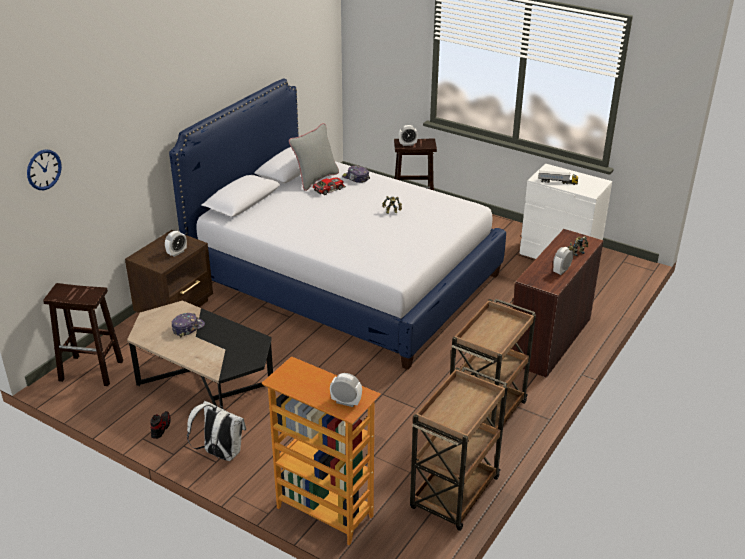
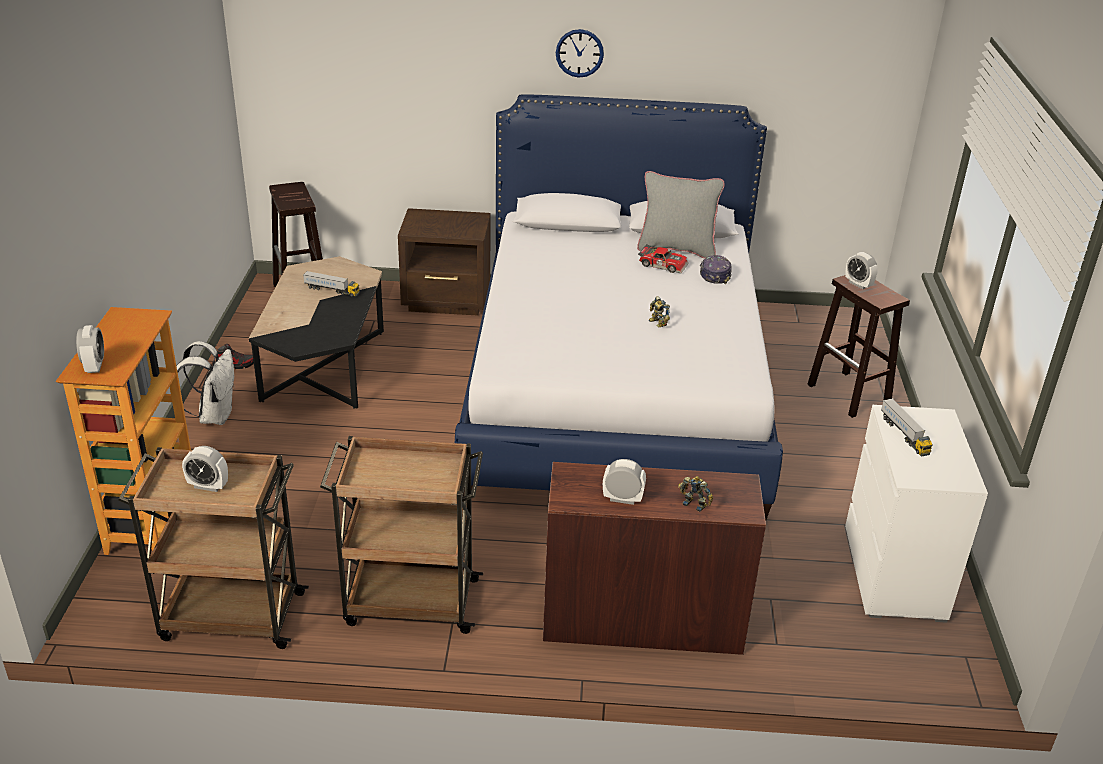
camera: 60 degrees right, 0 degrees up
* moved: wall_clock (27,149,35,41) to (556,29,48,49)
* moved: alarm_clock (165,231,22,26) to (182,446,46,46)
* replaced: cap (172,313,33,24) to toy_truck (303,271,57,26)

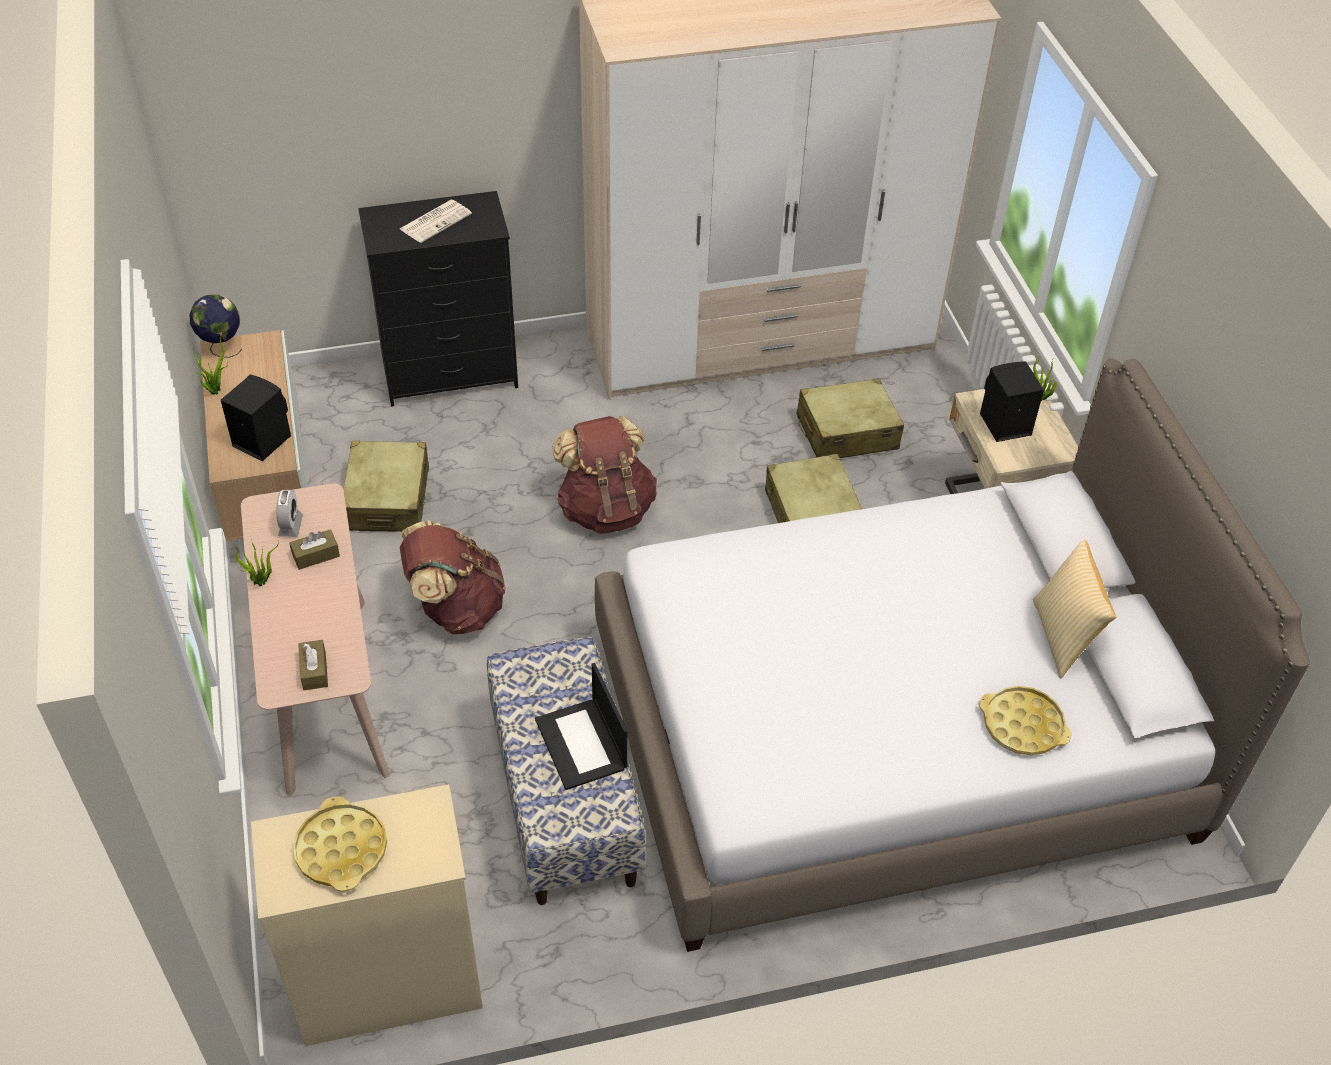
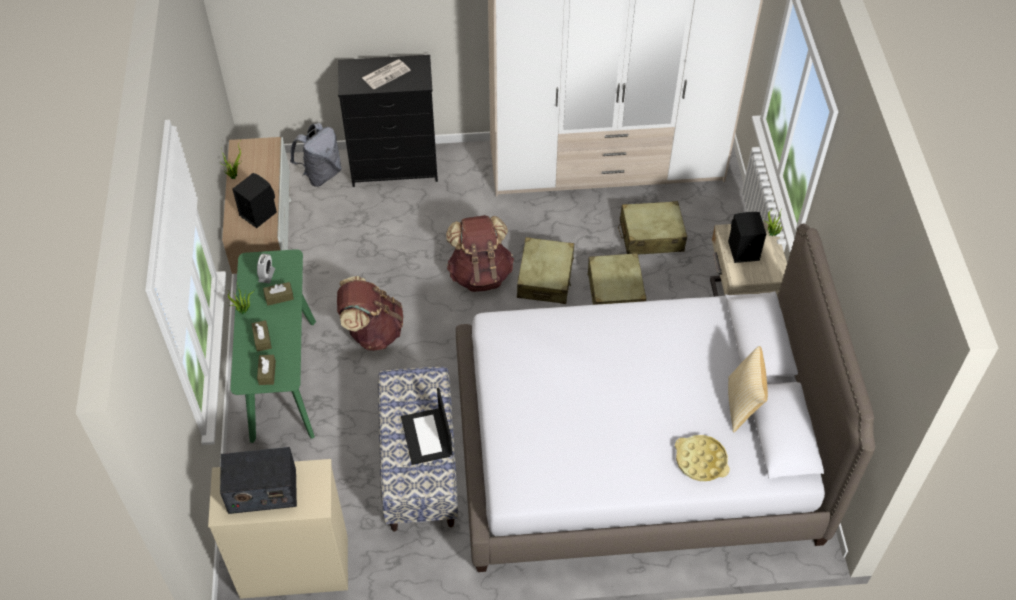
camera: 10 degrees right, 5 degrees up
* removed: globe (189,294,53,64)
* added: brown_tissue_box (251,320,21,32)
* added: grey_backpack (290,123,52,64)
* moved: beige_suitcase (343,441,86,91) to (517,237,57,67)
* replaced: yellow_tray (293,796,94,96) to radio (220,447,77,67)
* recoloured: beige_console_table (241,483,149,313) to green_console_table (230,249,86,194)

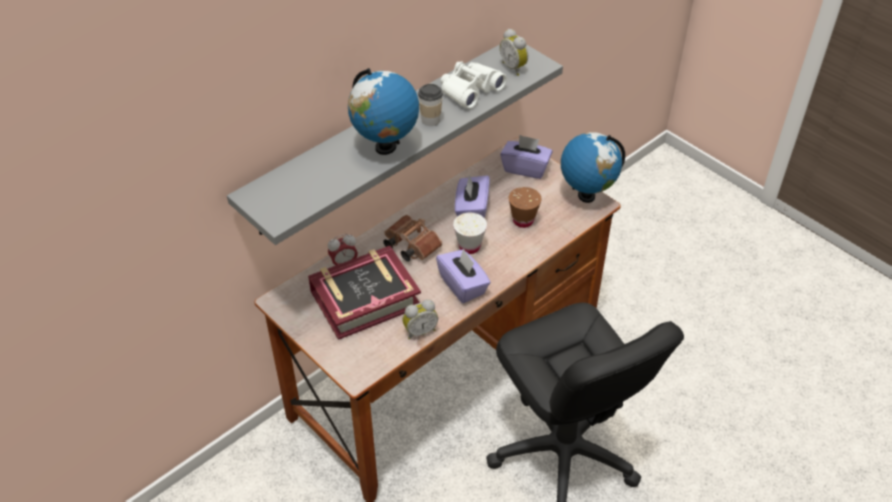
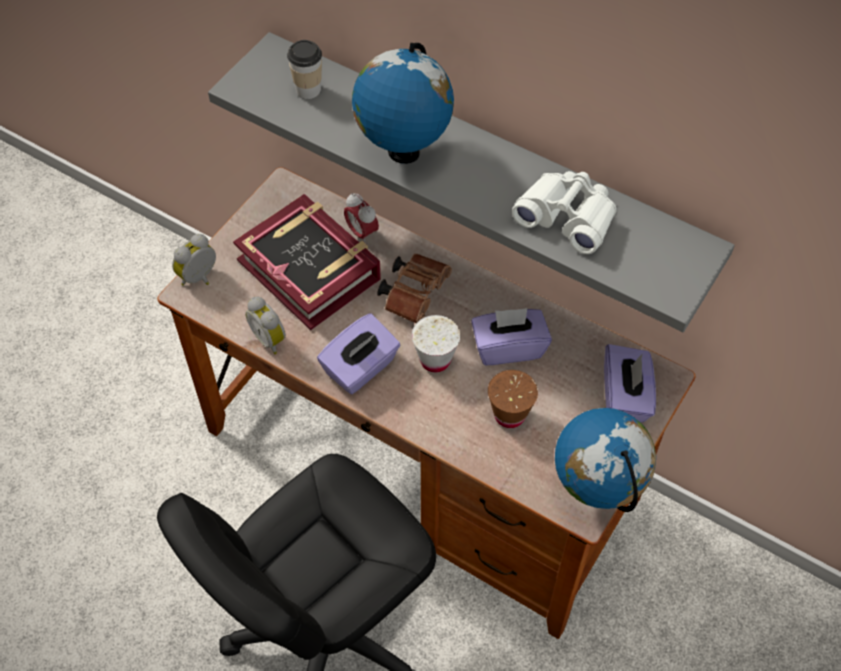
camera: 75 degrees right, 10 degrees up
* moved: cup (418,84,25,42) to (287,40,35,59)
* moved: alarm_clock (500,29,28,47) to (172,234,44,52)

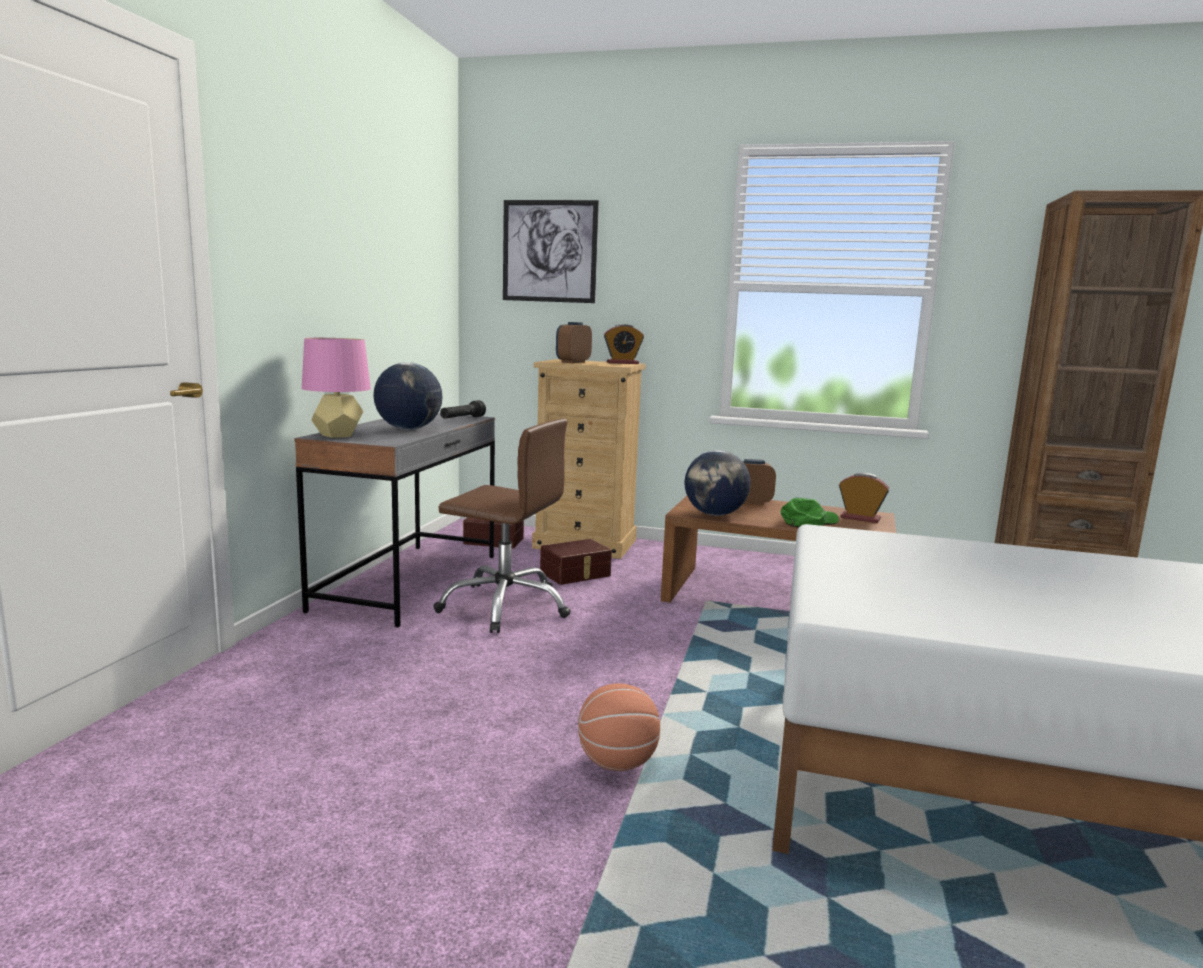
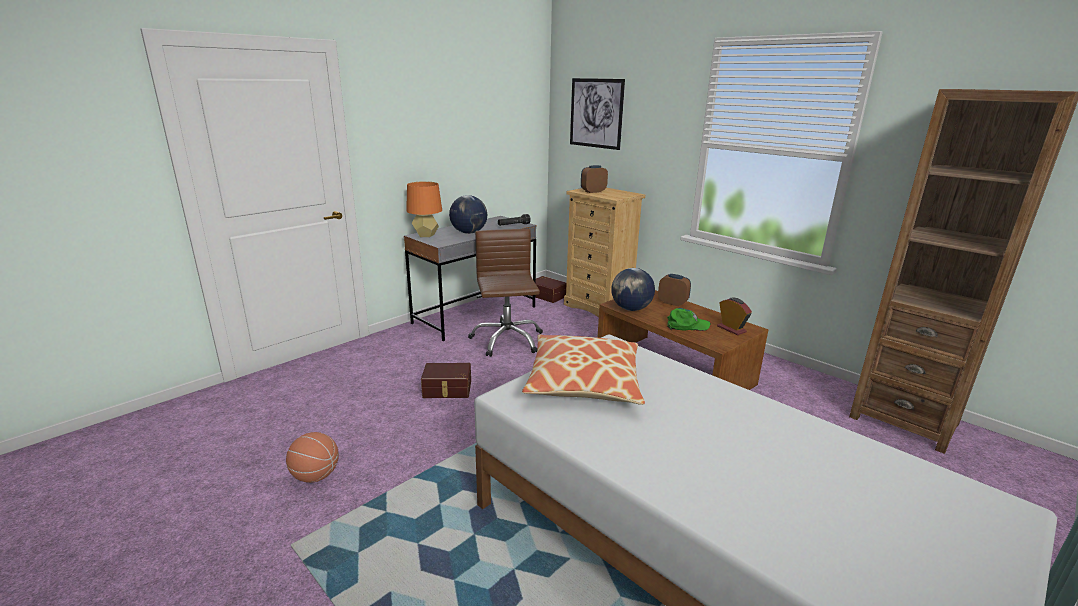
camera: 30 degrees right, 10 degrees up
* removed: alarm_clock (604,324,40,40)
* added: pillow (522,335,123,70)
* moved: brown_storage_box (540,539,72,46) to (421,363,50,35)
* moved: basketball (578,683,82,88) to (286,432,53,51)
* recoloured: pink_table_lamp (302,338,69,100) to orange_table_lamp (406,181,36,56)
* turned: brown_office_chair (434,419,137,214) = (468,229,75,128) 150 degrees counterclockwise

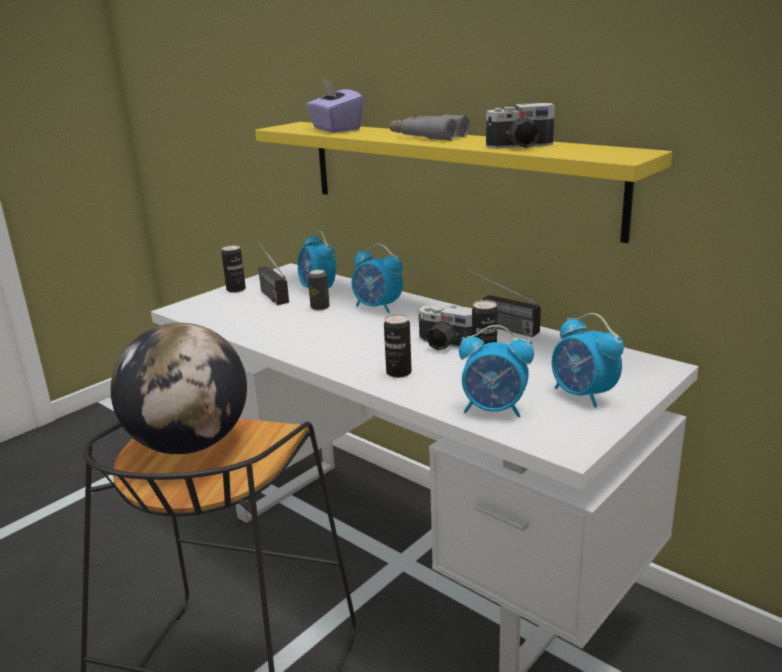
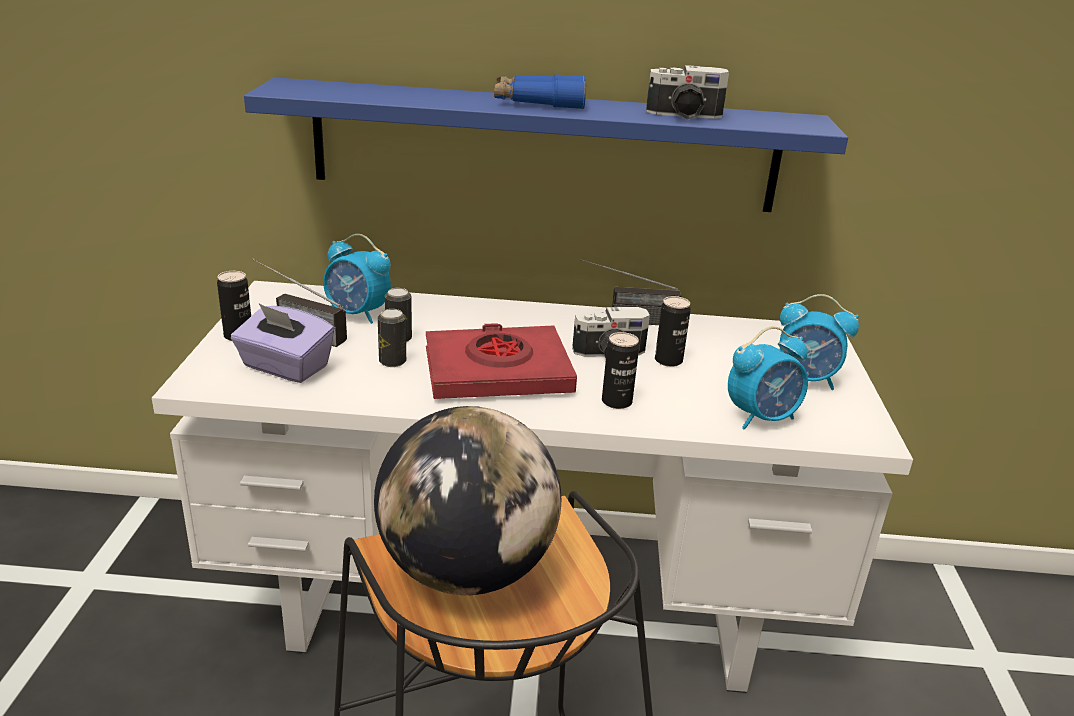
camera: 40 degrees left, 5 degrees up
* removed: alarm_clock (352,244,51,69)
* added: can (378,309,28,58)
* added: red_book (426,323,151,76)
* moved: purple_tissue_box (306,79,58,54) to (231,304,104,79)
* recoloured: yellow_shelf (255,122,418,121) to blue_shelf (244,77,604,135)
* recoloured: grey_binoculars (390,114,80,27) to blue_binoculars (494,74,92,35)
* turned: photo_camera (486,103,69,46) = (646,65,83,55) 45 degrees clockwise

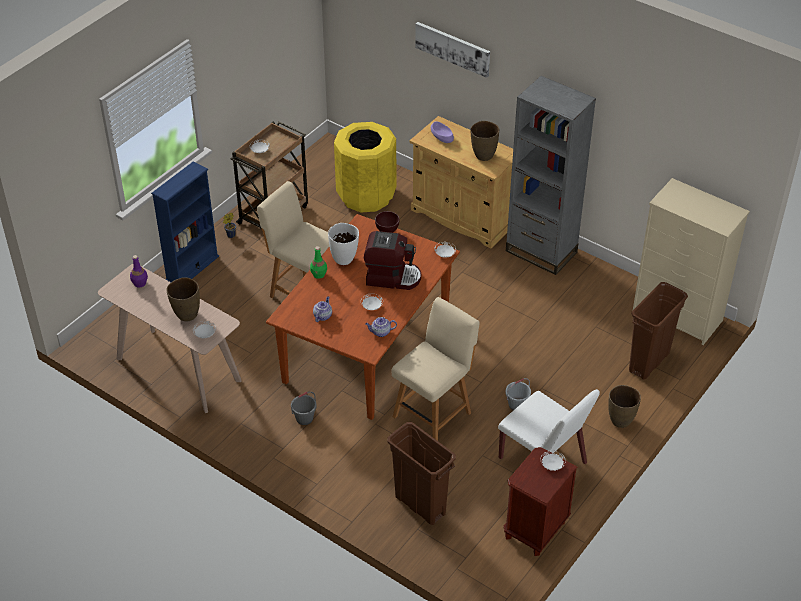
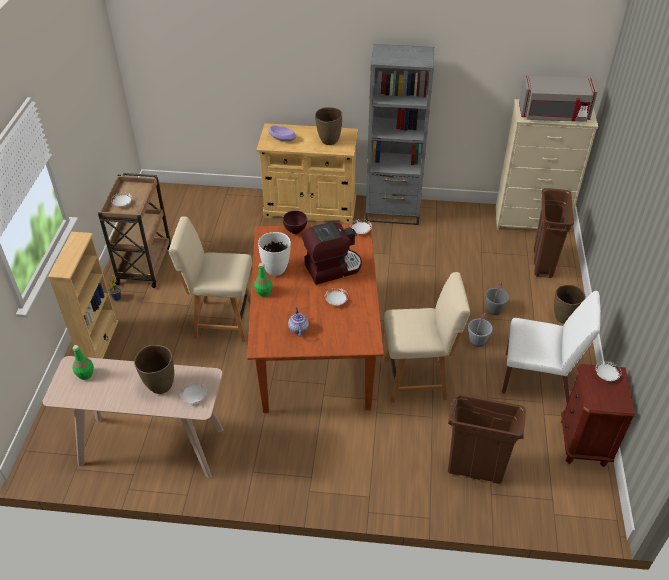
camera: 30 degrees left, 0 degrees up
* removed: yellow_trash_can (334,122,62,91)
* removed: teapot (365,317,32,20)
* removed: picture (415,22,75,56)
* added: grey_microwave (519,76,78,46)
* moved: grey_bucket (291,392,26,33) to (485,282,24,33)
* recoloured: purple_bottle (130,255,18,33) to green_bottle (72,345,22,35)
* recoloured: blue_bookcase (151,162,68,120) to beige_bookcase (48,232,70,127)
* turned: beige_chair (392,297,87,144) = (384,272,86,131) 75 degrees clockwise

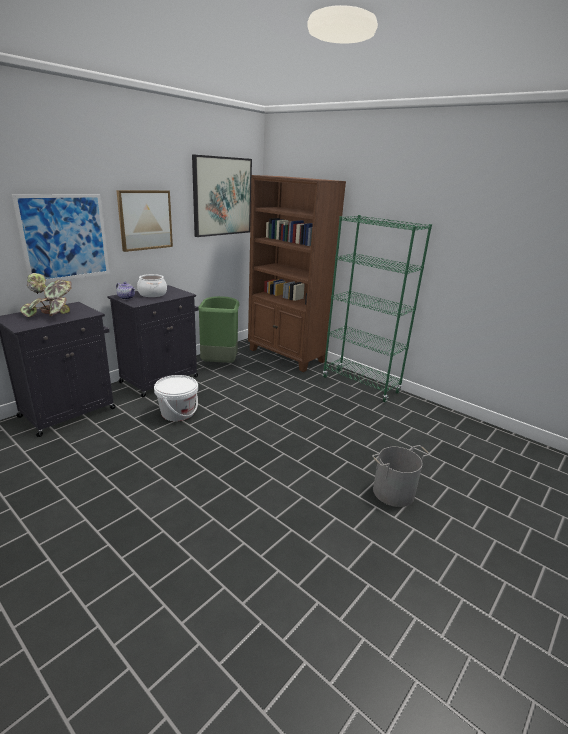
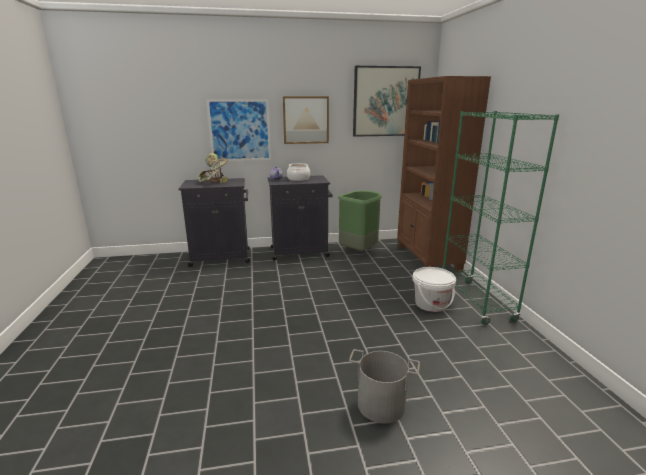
camera: 40 degrees right, 5 degrees down
* moved: white_bucket (154,375,44,46) to (412,267,44,45)

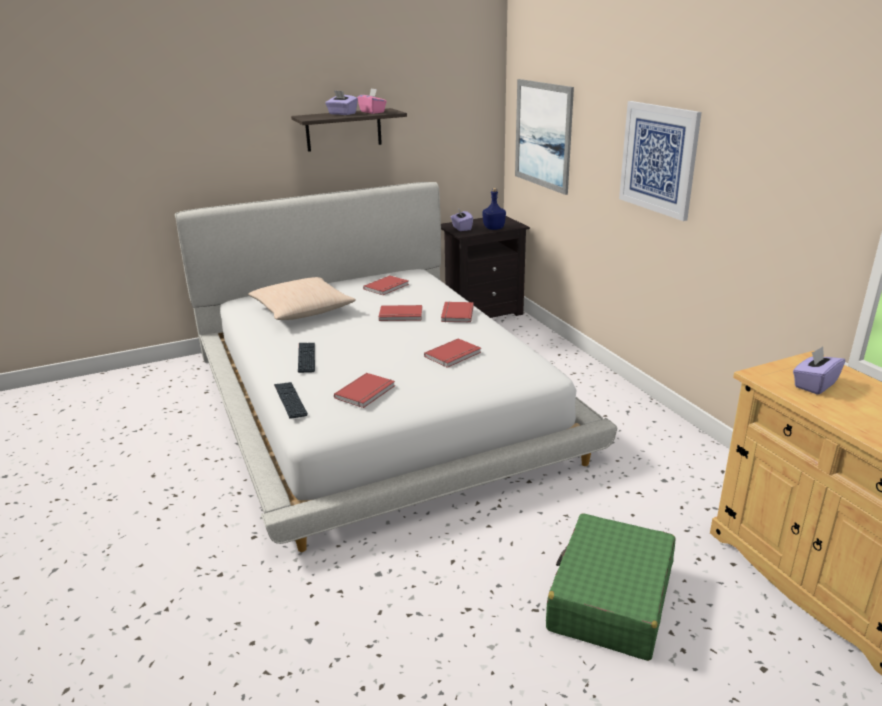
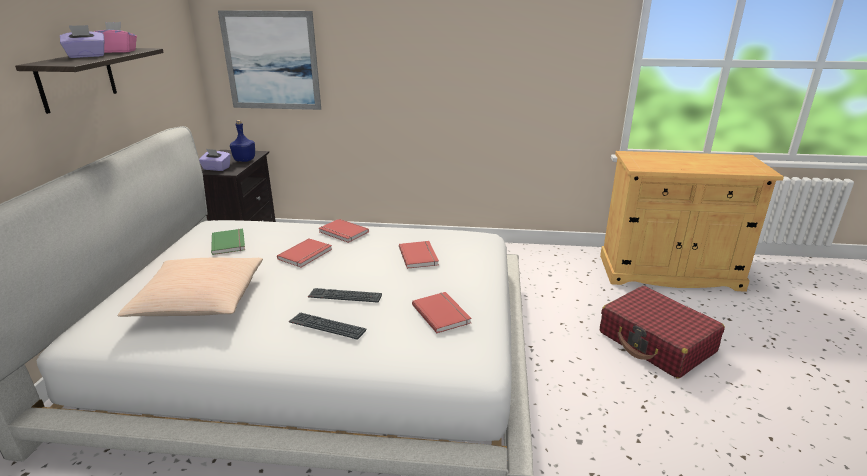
camera: 60 degrees left, 0 degrees up
* removed: picture (619,101,83,120)
* removed: purple_tissue_box (793,346,52,49)
* moved: keyboard (274,382,34,37) to (308,288,74,15)
* recoloured: red_book (363,275,46,20) to green_book (211,229,34,26)
* recoloured: green_suitcase (546,513,130,148) to red_suitcase (600,286,125,93)

